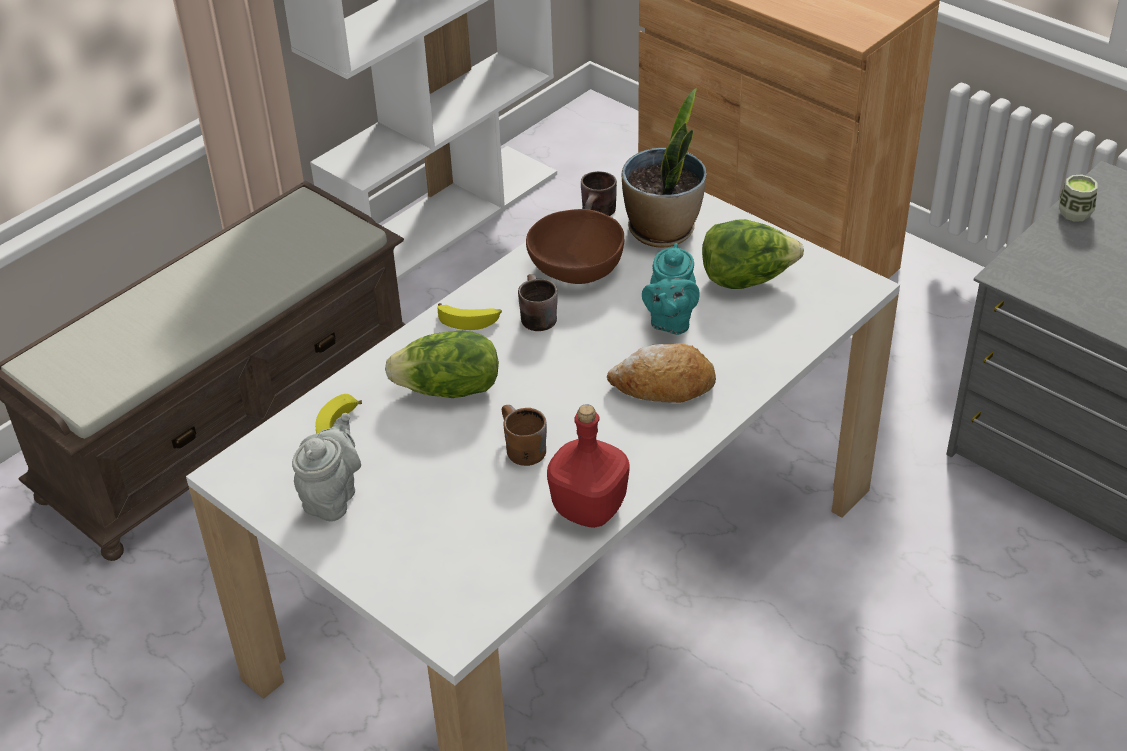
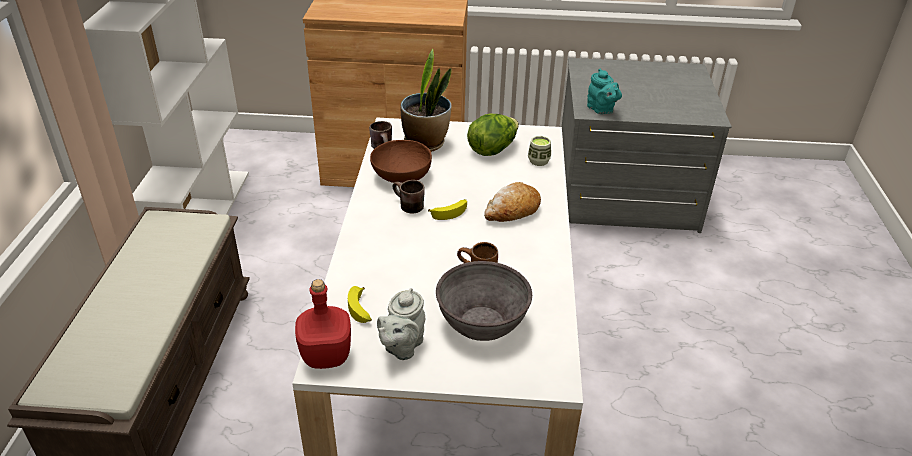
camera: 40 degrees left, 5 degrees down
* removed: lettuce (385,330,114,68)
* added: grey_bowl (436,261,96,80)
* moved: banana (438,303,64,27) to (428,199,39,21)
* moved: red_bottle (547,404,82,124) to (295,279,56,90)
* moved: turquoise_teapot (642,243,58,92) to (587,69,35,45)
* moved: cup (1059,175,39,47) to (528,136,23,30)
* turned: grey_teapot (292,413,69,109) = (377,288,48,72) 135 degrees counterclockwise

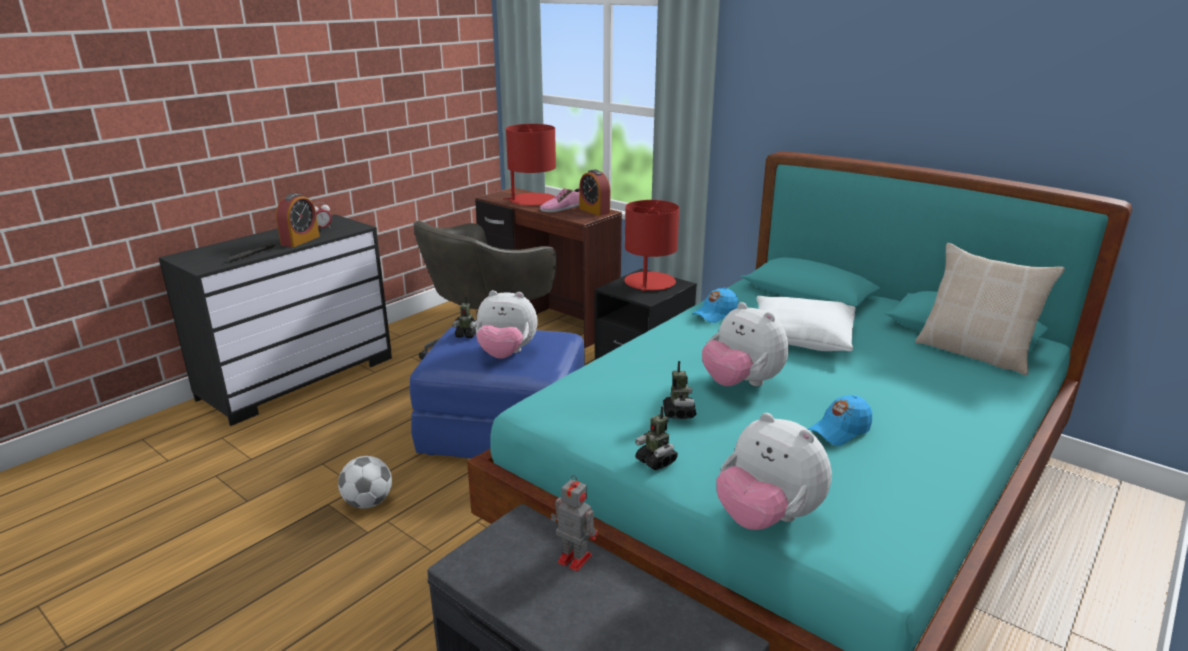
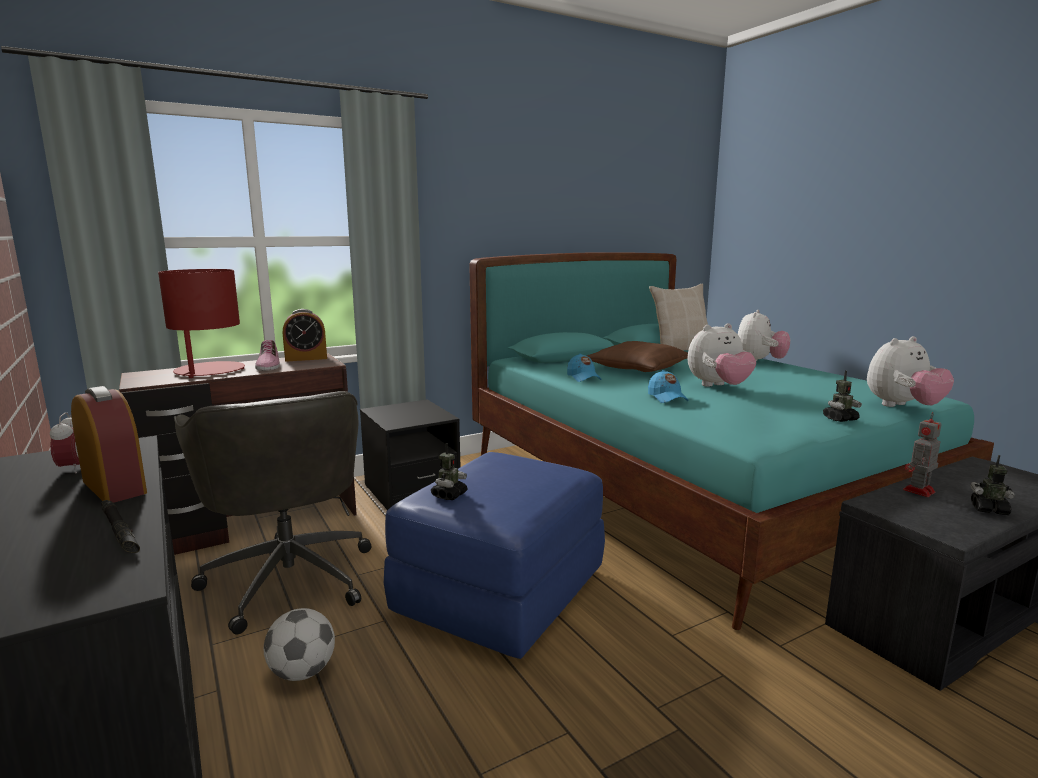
camera: 70 degrees left, 10 degrees down
* removed: red_table_lamp (624,200,55,92)
* moved: football (338,456,54,52) to (264,608,71,73)
* moved: plush_toy (476,290,62,69) to (738,310,52,51)
* moved: toy_robot (663,361,33,58) to (970,455,45,60)
* moved: blue_cap (808,395,64,51) to (648,370,41,33)
* recoloured: white_pillow (757,296,99,55) to brown_pillow (586,341,102,31)

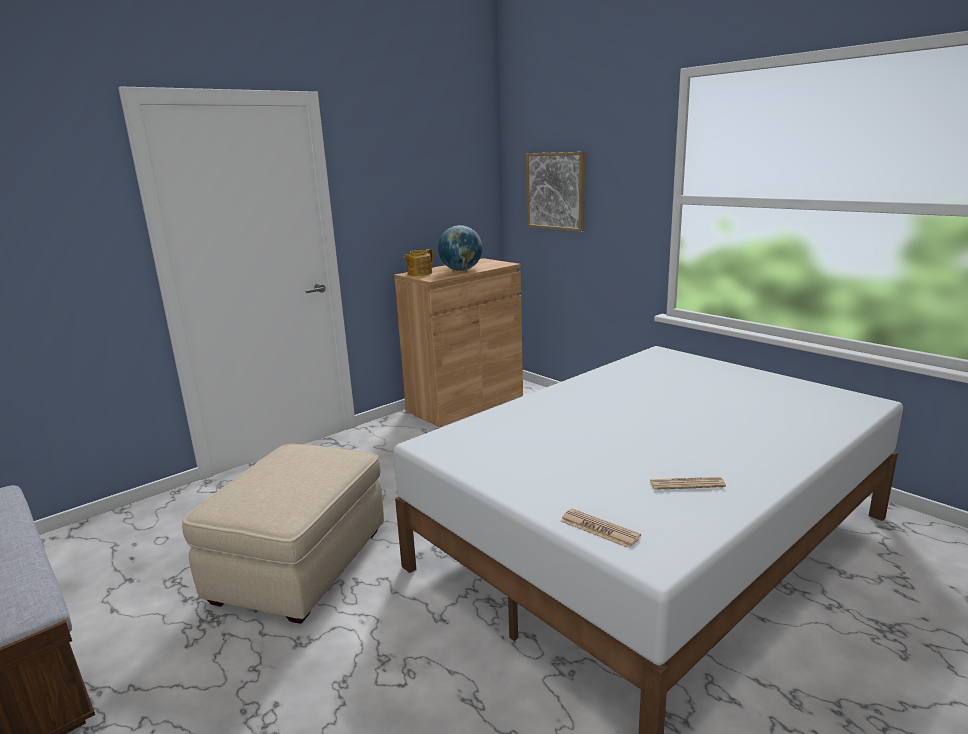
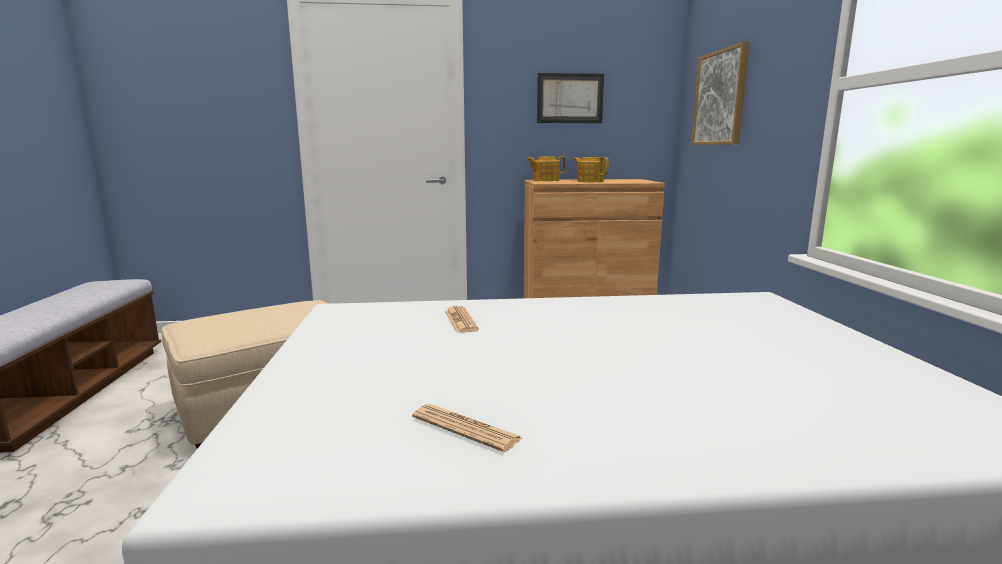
camera: 35 degrees right, 5 degrees down
* added: picture (537,73,67,50)
* moved: newspaper (561,508,80,40) to (445,306,34,27)
* replaced: globe (438,225,44,46) to teapot (574,157,35,25)

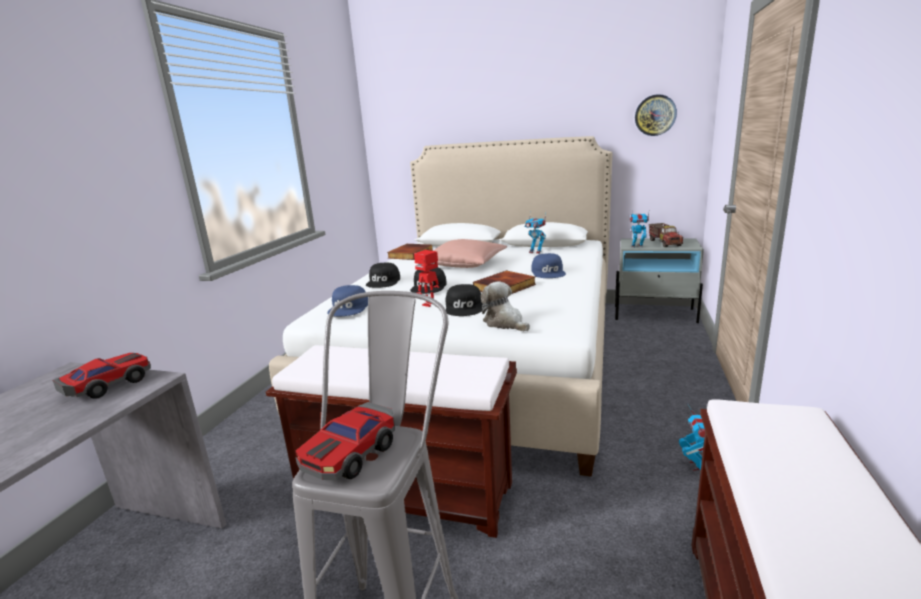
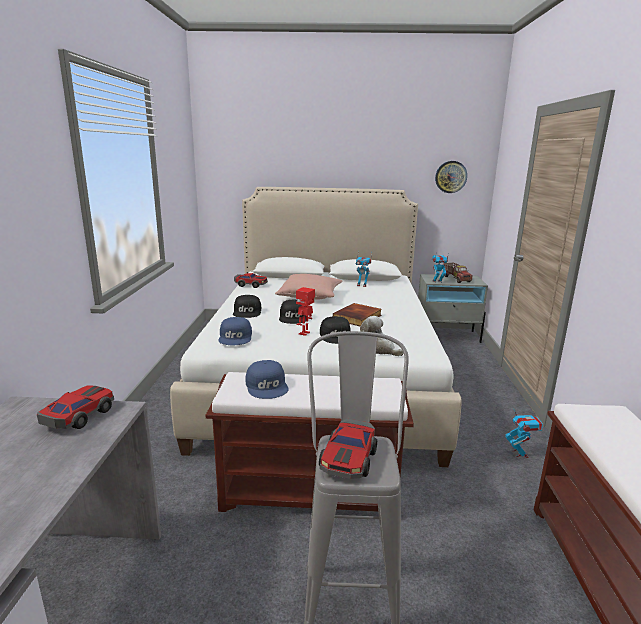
camera: 15 degrees left, 0 degrees up
* moved: blue_cap (531,253,35,25) to (245,360,44,39)
* replaced: book (387,244,46,16) to toy_car (234,273,34,15)

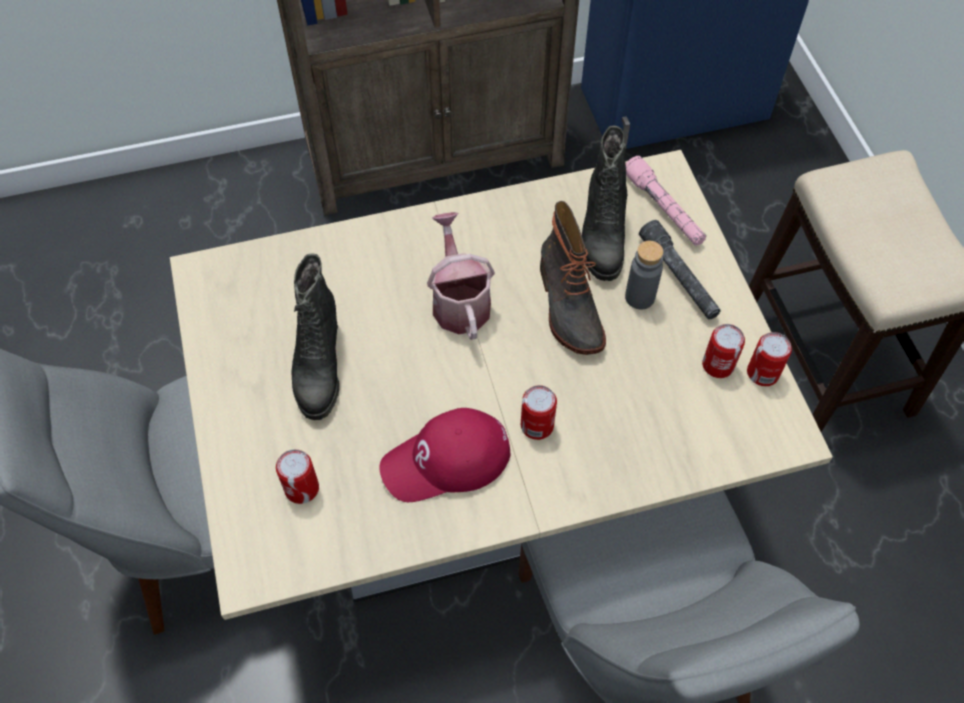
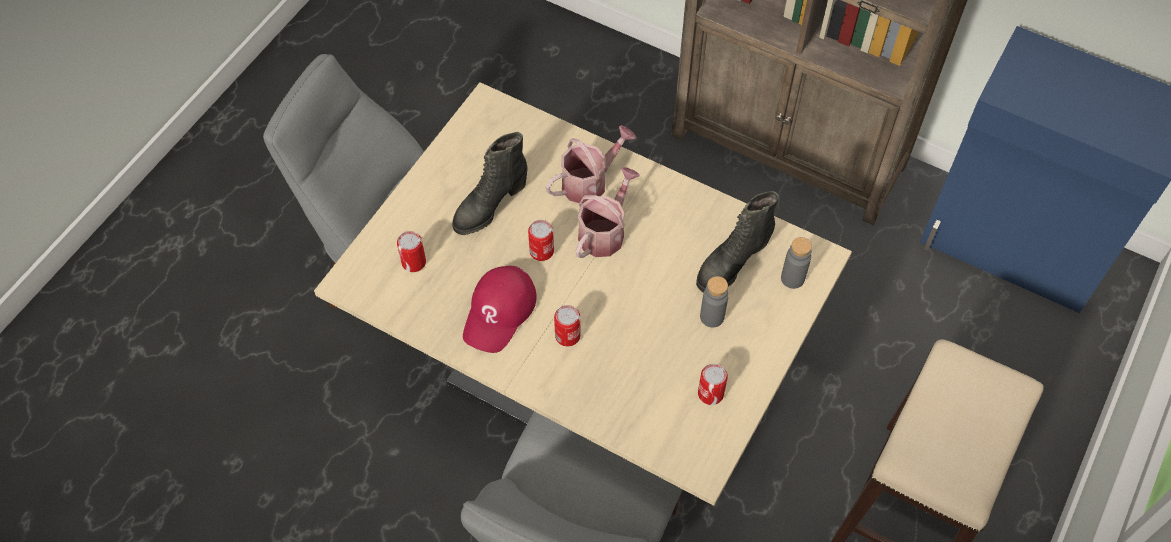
camera: 45 degrees right, 0 degrees up
* removed: boot (540,201,66,154)
* removed: grey_flashlight (639,220,82,99)
* added: watering_can (546,125,90,79)
* moved: can (747,332,45,54) to (528,220,26,41)
* replaced: pink_flashlight (626,156,80,90) to grey_bottle (781,237,31,52)
* turned: red_cap (379,408,131,94) = (463,266,74,87) 90 degrees counterclockwise

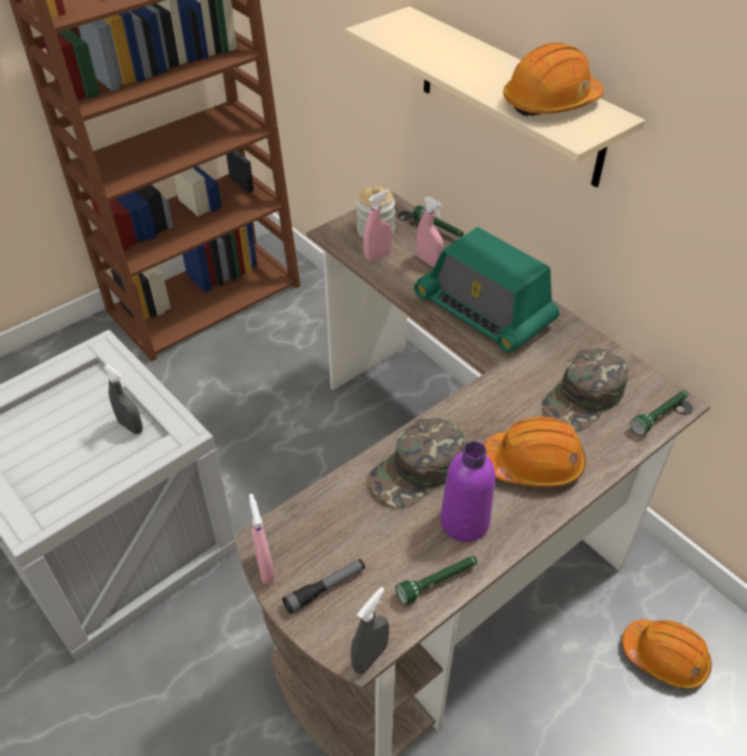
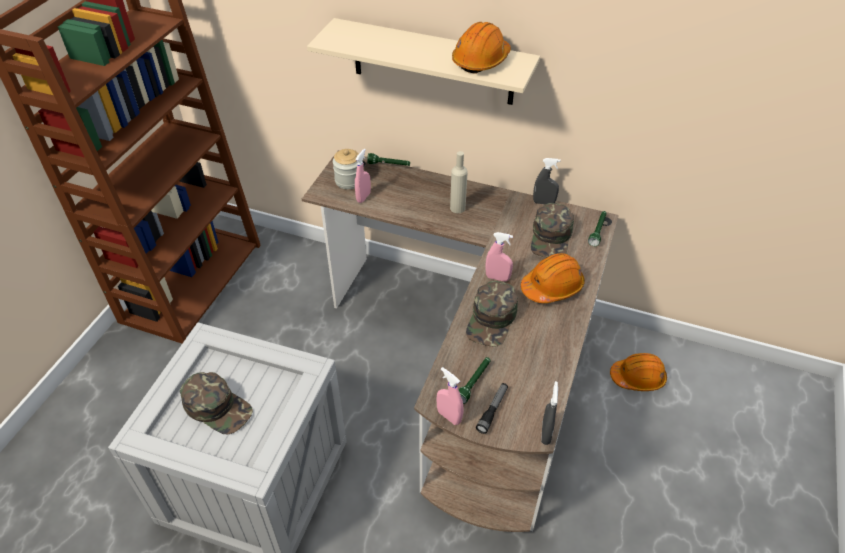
camera: 30 degrees left, 0 degrees up
* removed: purple_bottle (440,441,55,101)
* added: green_cap (180,372,73,62)
* moved: grey_spray_bottle (104,365,39,69) to (533,158,28,46)
* moved: green_flashlight (395,556,83,50) to (459,357,32,47)
* moved: pink_spray_bottle (417,196,26,71) to (485,232,28,49)
* replaced: radio (414,227,145,126) to beige_bottle (450,151,18,62)

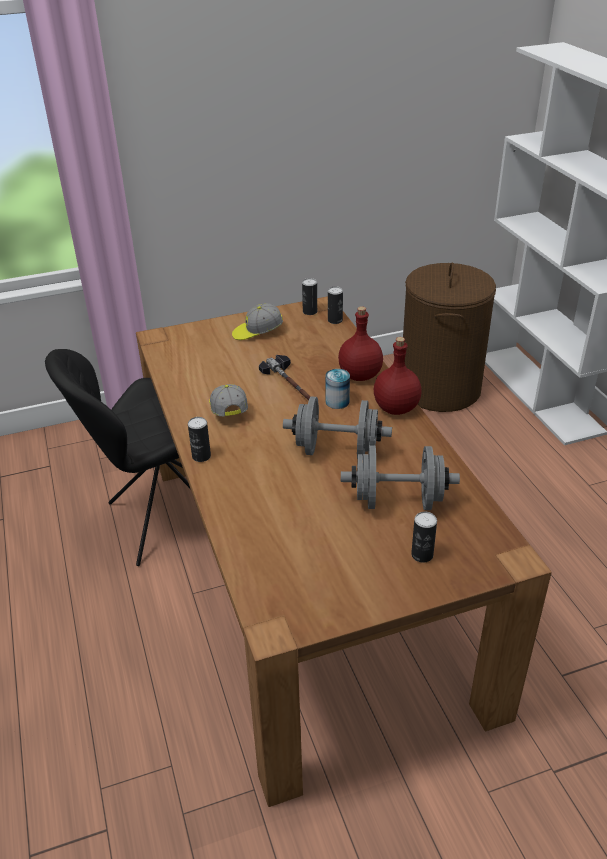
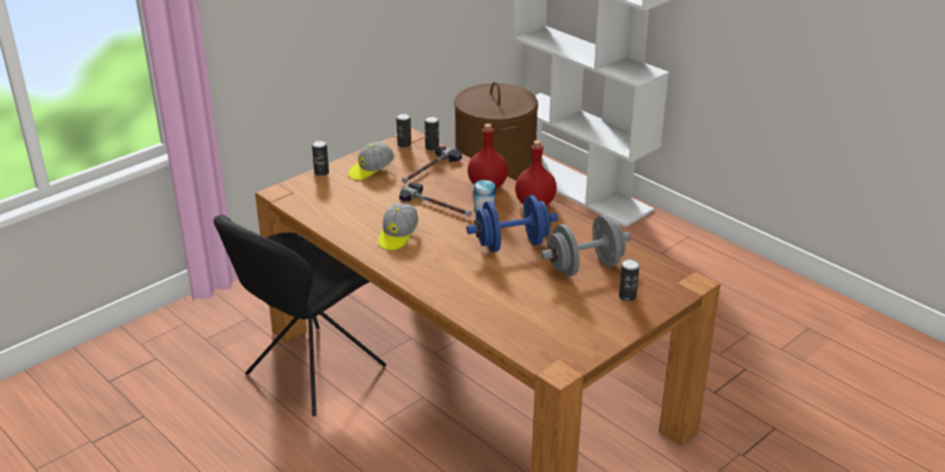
camera: 25 degrees left, 5 degrees down
* added: hammer (402,146,60,37)
* moved: can (188,417,23,45) to (312,140,17,36)
* recoloured: grey_dumbbell (283,396,109,63) to blue_dumbbell (467,195,91,57)
* turned: cap (209,384,39,32) = (378,203,40,48) 120 degrees counterclockwise

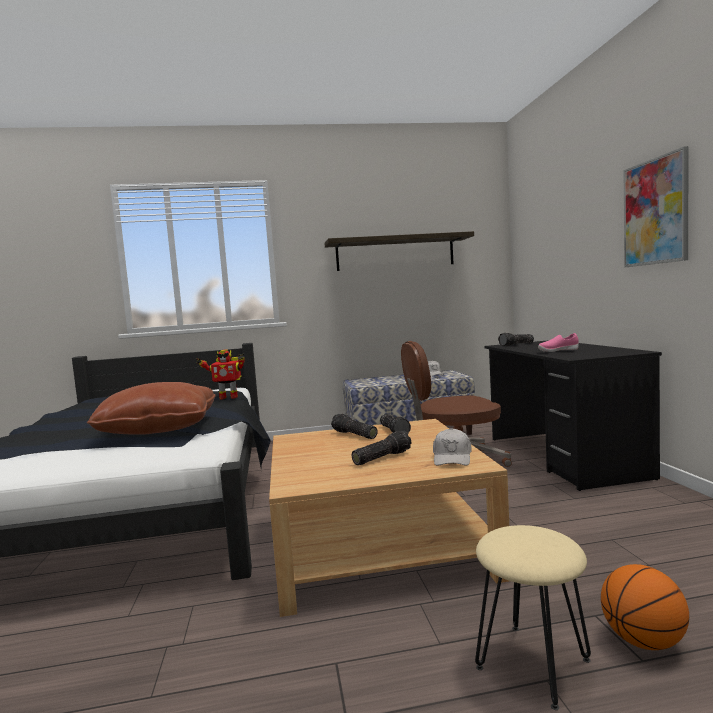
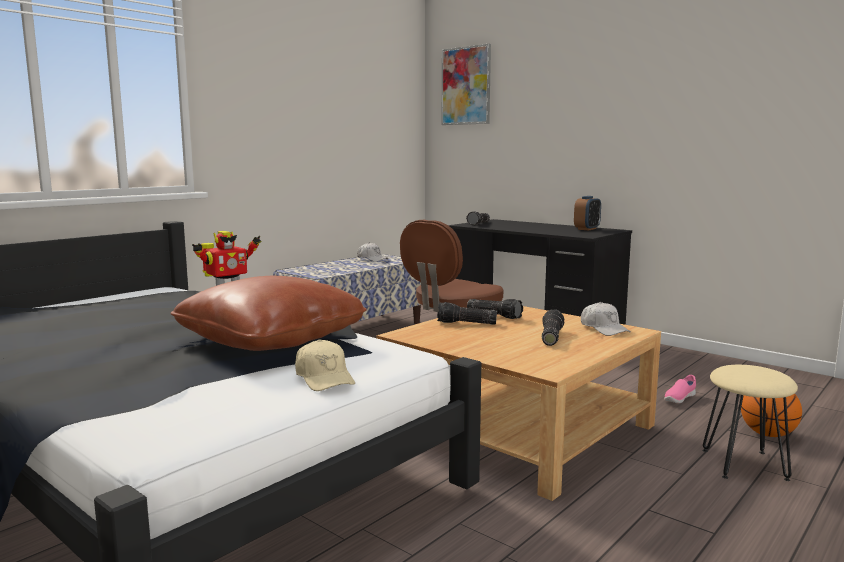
camera: 40 degrees left, 5 degrees up
* removed: shelf (325,231,149,40)
* added: beige_cap (295,339,60,52)
* added: alarm_clock (574,196,27,34)
* moved: pink_shoe (538,333,41,19) to (664,375,32,28)
* moved: picture (623,146,65,121) to (441,44,50,81)

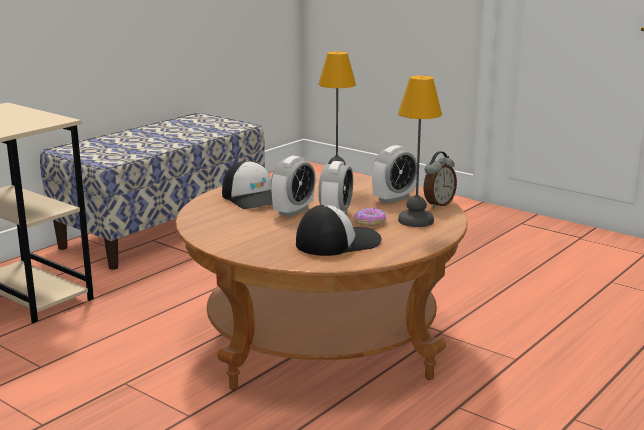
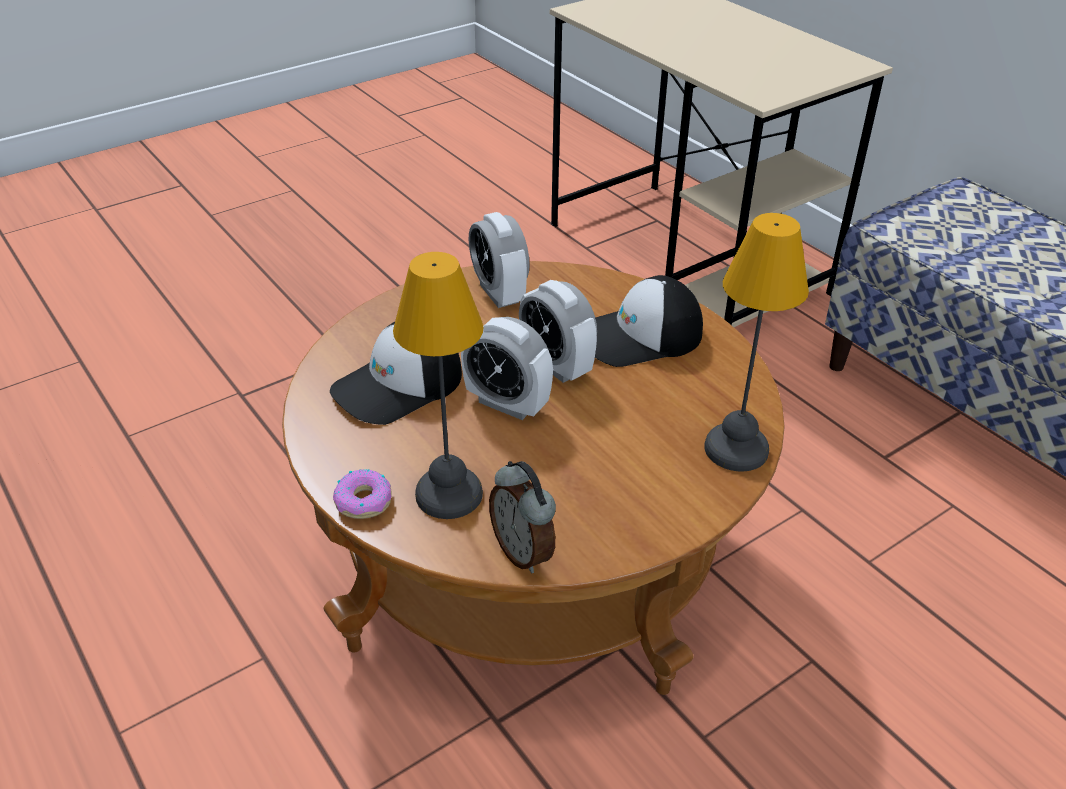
camera: 105 degrees right, 20 degrees up
* moved: donut (354,208,32,18) to (333,469,58,50)
* moved: alarm_clock (372,145,45,59) to (469,212,61,96)
* turned: cap (296,205,86,51) = (330,322,132,103) 60 degrees clockwise

